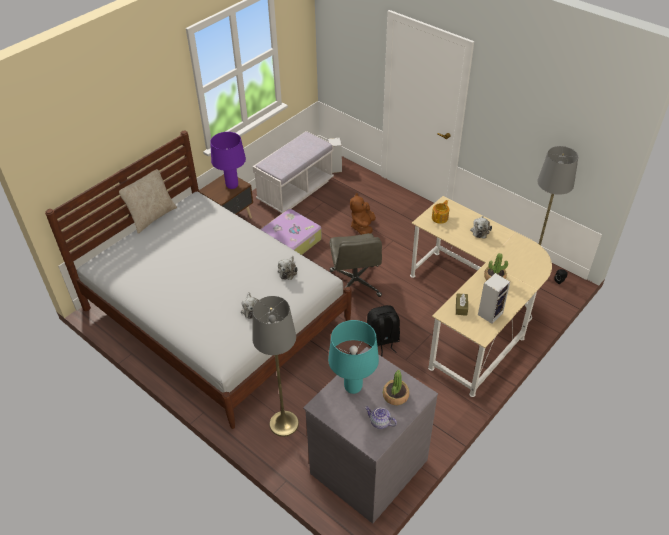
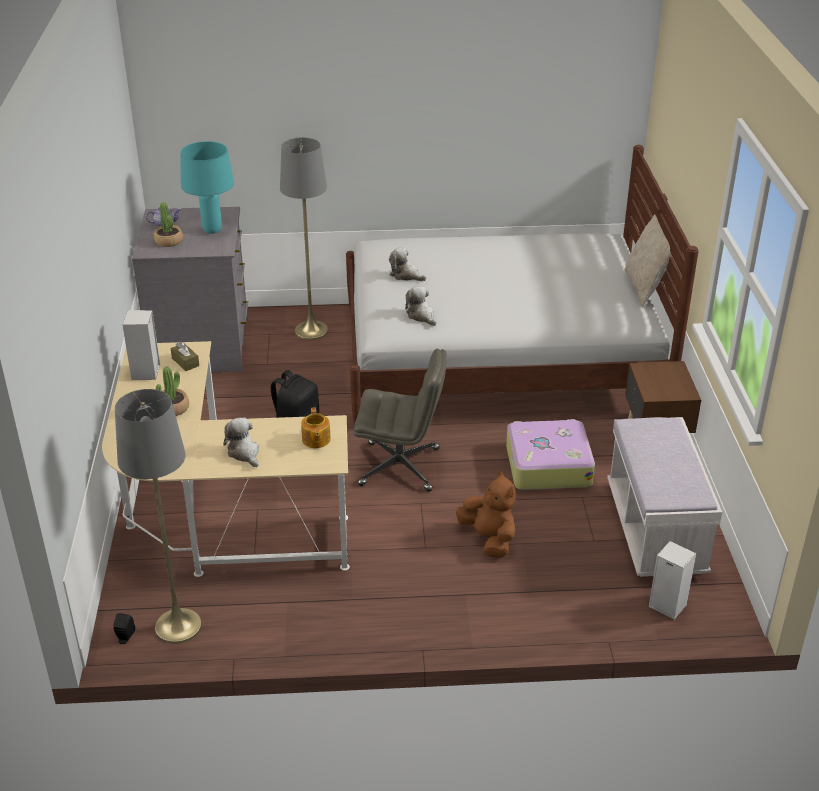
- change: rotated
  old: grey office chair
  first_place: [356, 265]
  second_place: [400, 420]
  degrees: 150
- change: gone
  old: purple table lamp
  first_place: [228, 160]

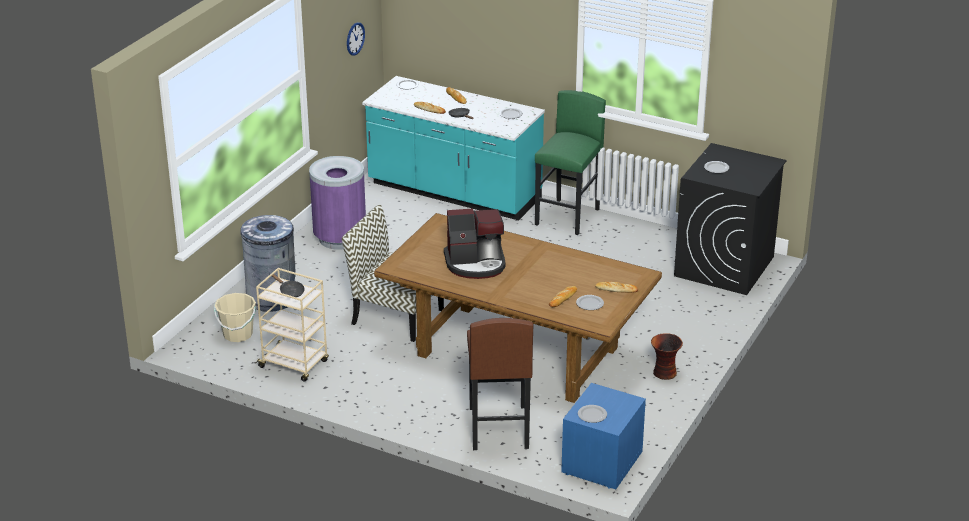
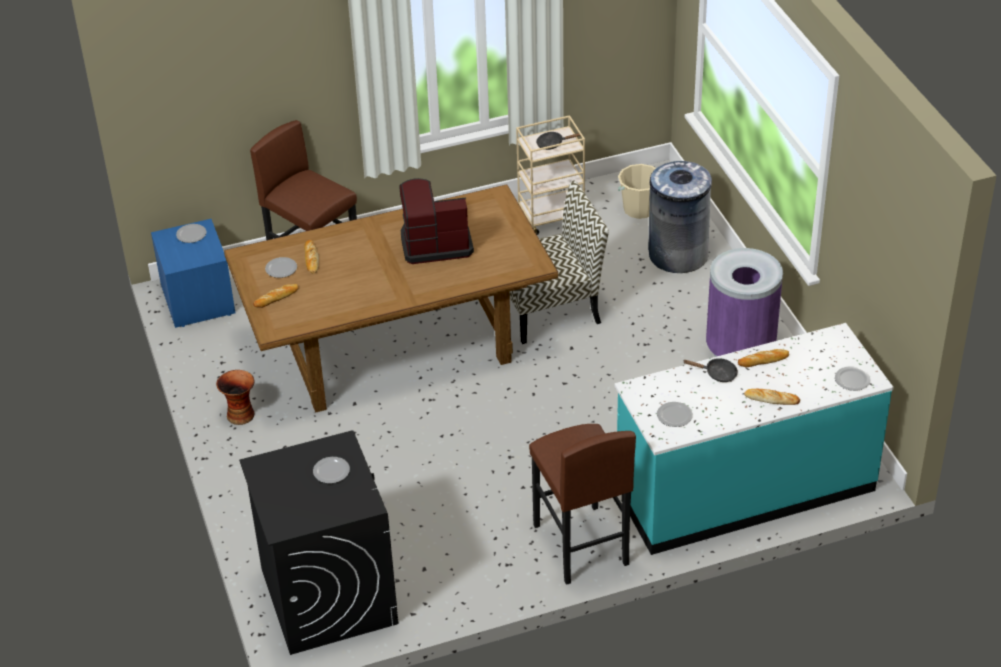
- change: rotated
  old: coffee machine
  first_place: [475, 243]
  second_place: [437, 221]
  degrees: 45
- change: repainted
  old: green stool
  new: brown stool
  first_place: [570, 162]
  second_place: [582, 504]
- change: gone
  old: wall clock
  first_place: [356, 39]

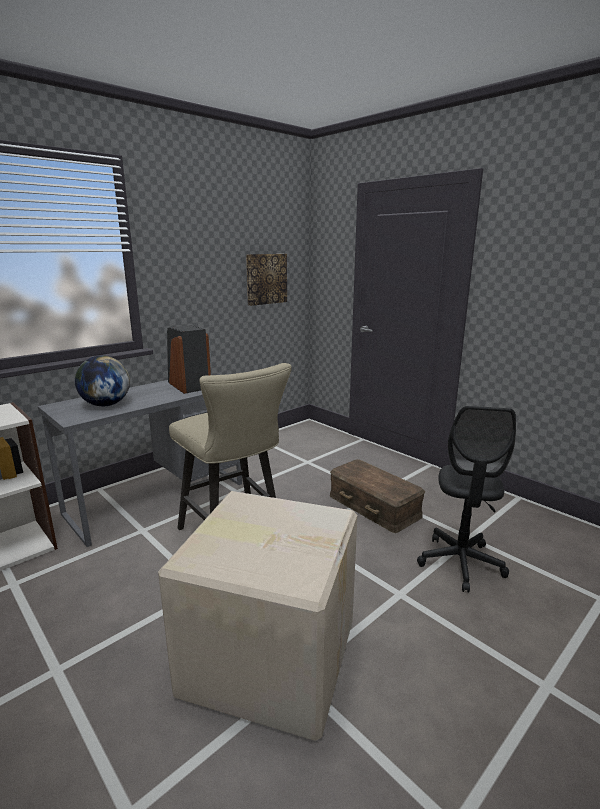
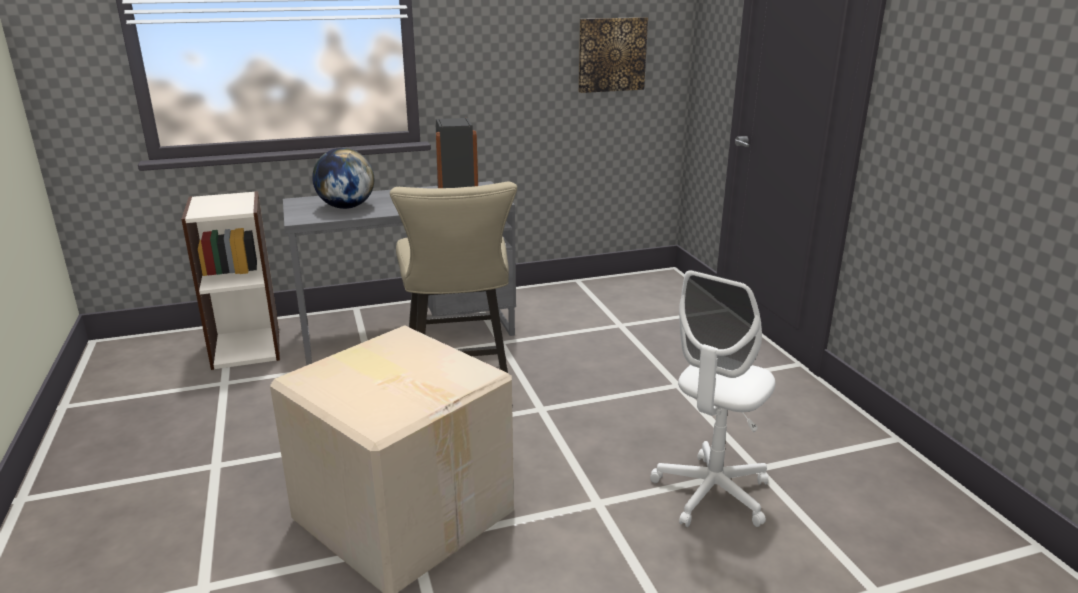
- change: repainted
  old: black office chair
  new: white office chair
  first_place: [466, 499]
  second_place: [712, 398]
- change: gone
  old: brown storage box
  first_place: [377, 496]

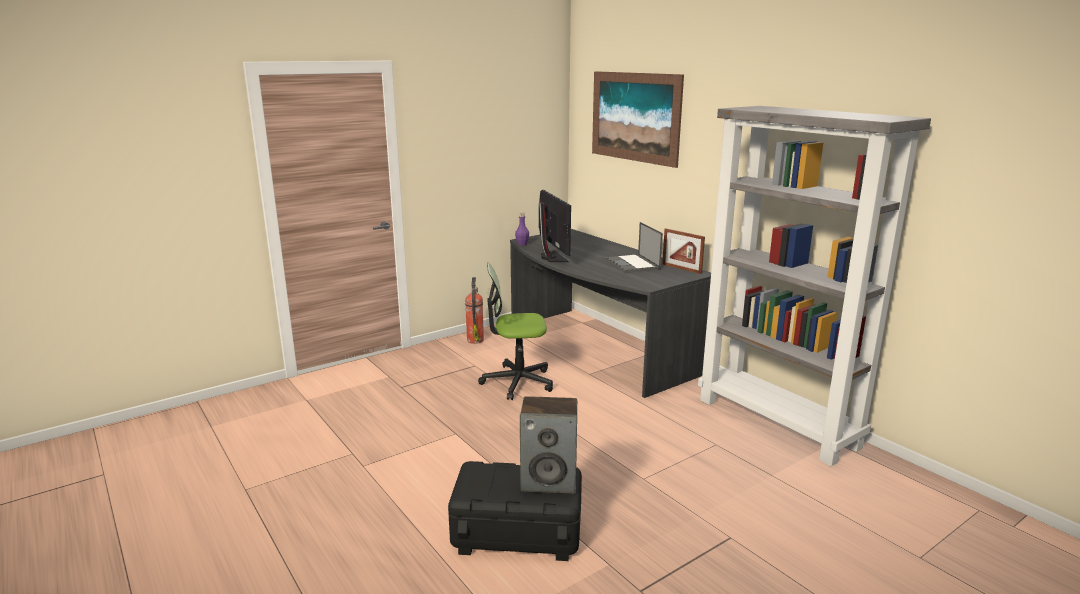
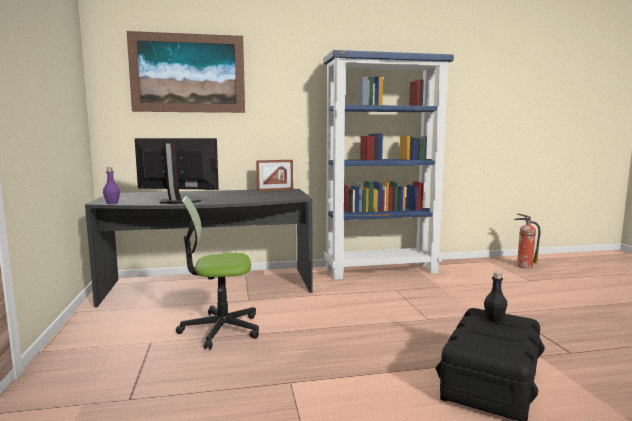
- change: rotated
  old: office chair
  first_place: [515, 331]
  second_place: [217, 273]
  degrees: 60
- change: repainted
  old: grey bookcase
  new: blue bookcase
  first_place: [814, 286]
  second_place: [388, 165]
- change: swapped
  old: speaker
  new: black bottle
  first_place: [548, 445]
  second_place: [495, 297]
- change: shifted
  old: fire extinguisher
  first_place: [474, 310]
  second_place: [527, 241]
- change: gone
  old: laptop
  first_place: [634, 247]

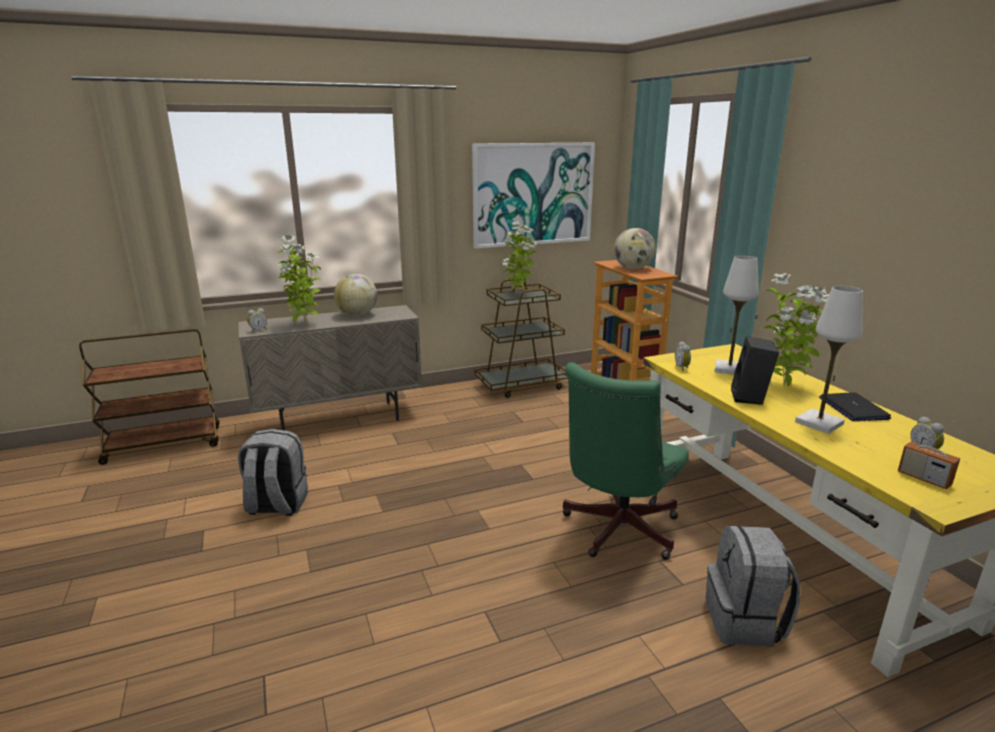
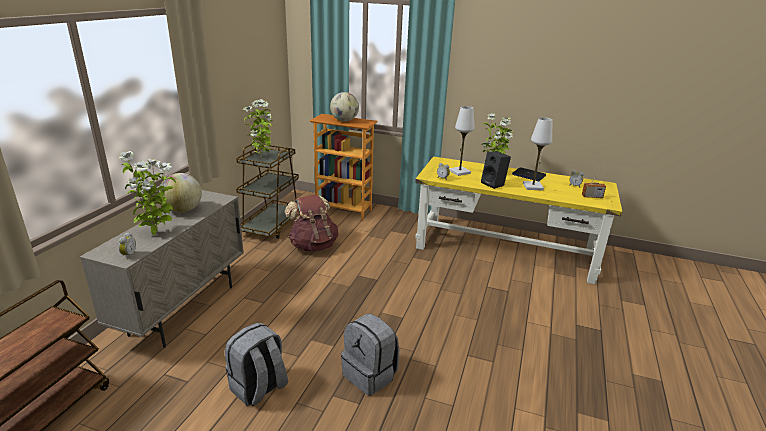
- change: new
  new: brown backpack
  second_place: [312, 223]
- change: shifted
  old: grey backpack
  first_place: [753, 586]
  second_place: [370, 355]
- change: gone
  old: picture
  first_place: [533, 195]
- change: gone
  old: green office chair
  first_place: [626, 461]

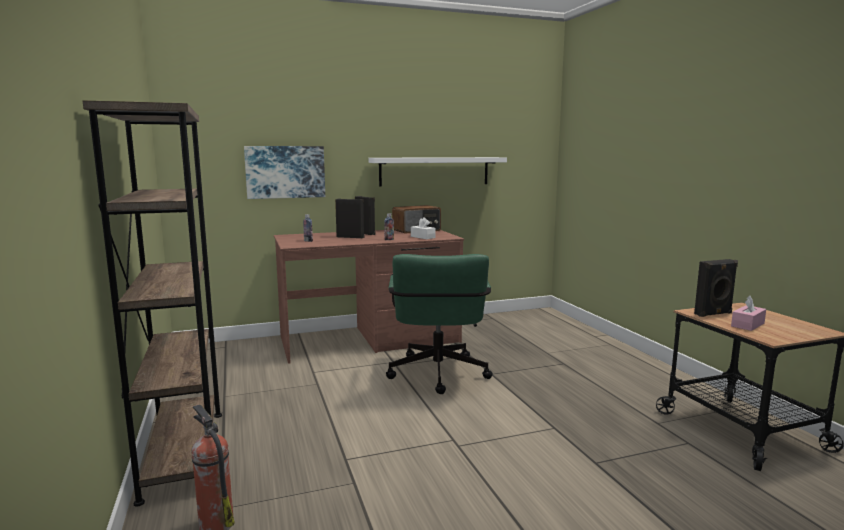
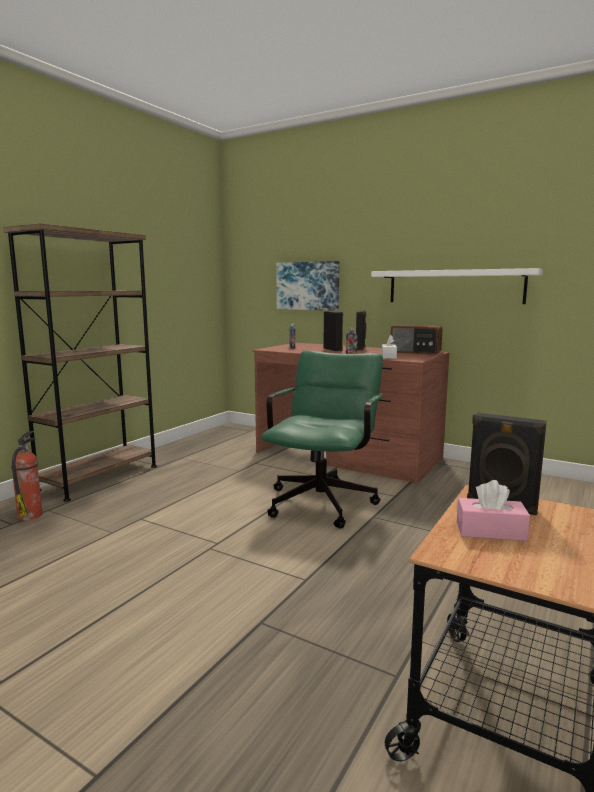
- change: rotated
  old: green office chair
  first_place: [439, 324]
  second_place: [322, 440]
  degrees: 150

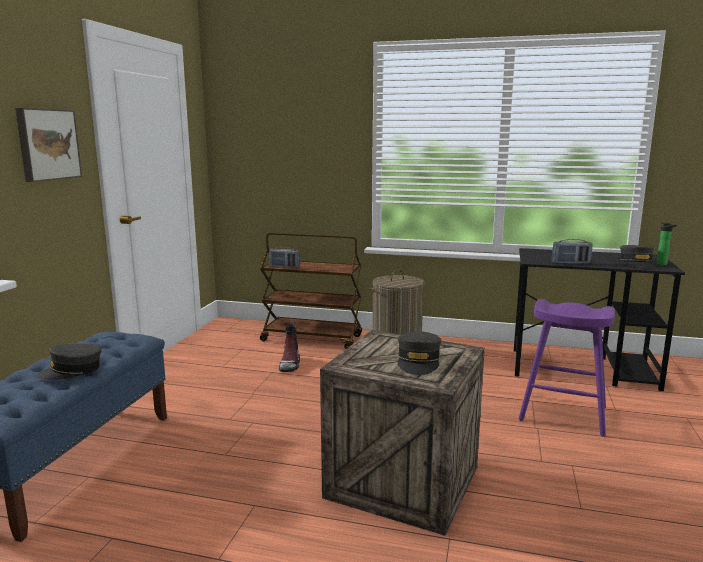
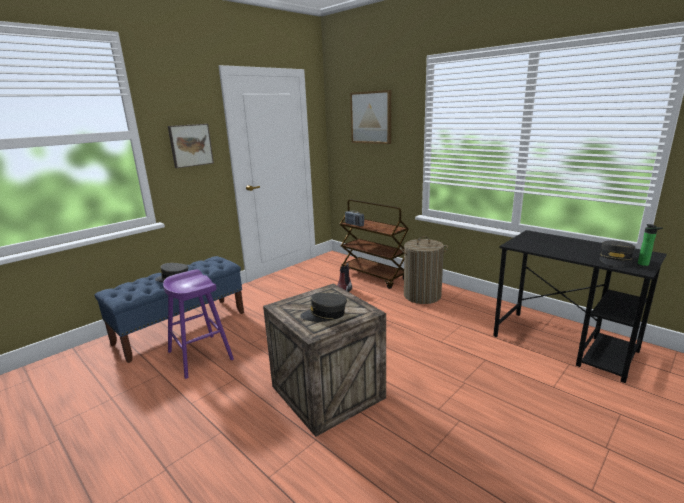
- change: shifted
  old: purple stool
  first_place: [566, 368]
  second_place: [198, 324]
- change: rotated
  old: grey cap
  first_place: [419, 353]
  second_place: [323, 307]
  degrees: 45
- change: new
  new: picture
  second_place: [370, 117]
- change: gone
  old: radio
  first_place: [572, 251]

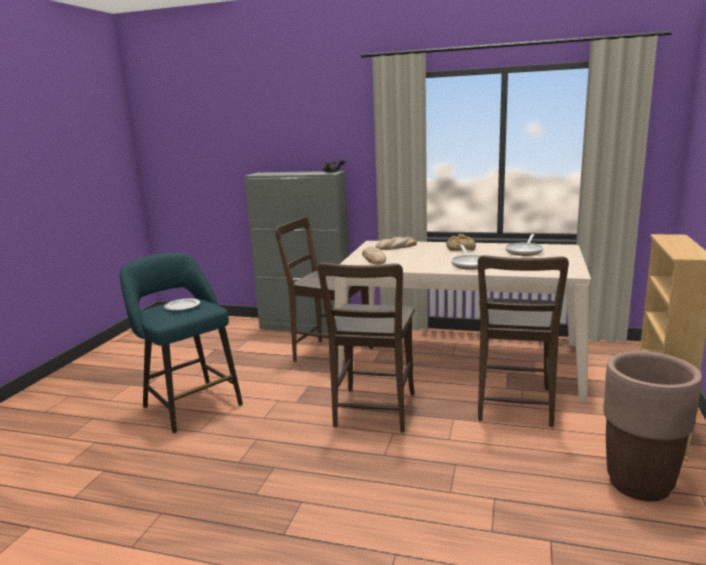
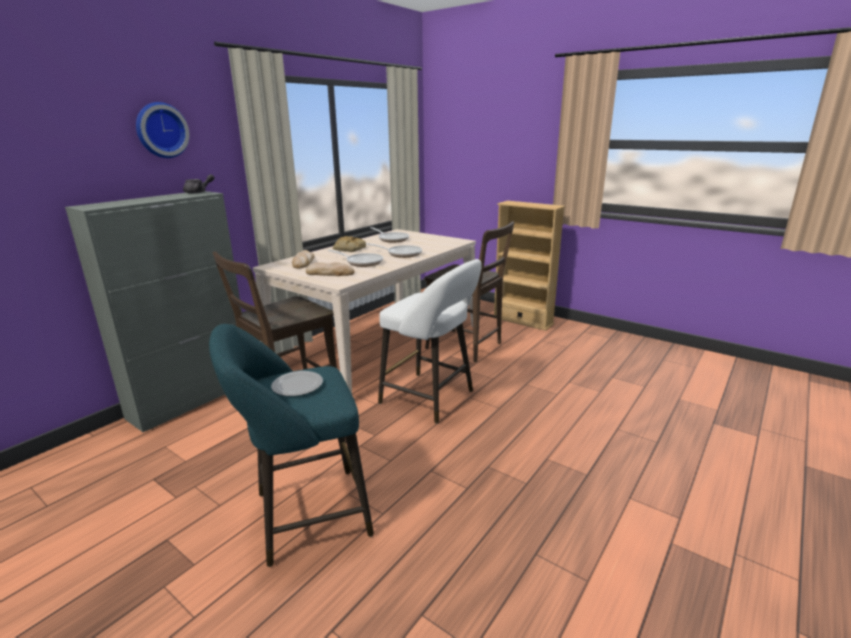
- change: new
  new: wall clock
  second_place: [162, 130]
- change: new
  new: frying pan
  second_place: [355, 258]
- change: swapped
  old: brown chair
  new: white stool
  first_place: [366, 348]
  second_place: [430, 341]
- change: gone
  old: brown planter
  first_place: [653, 426]

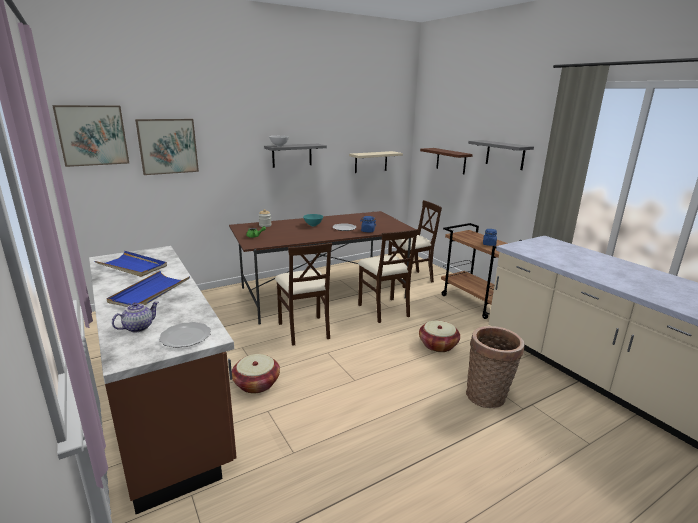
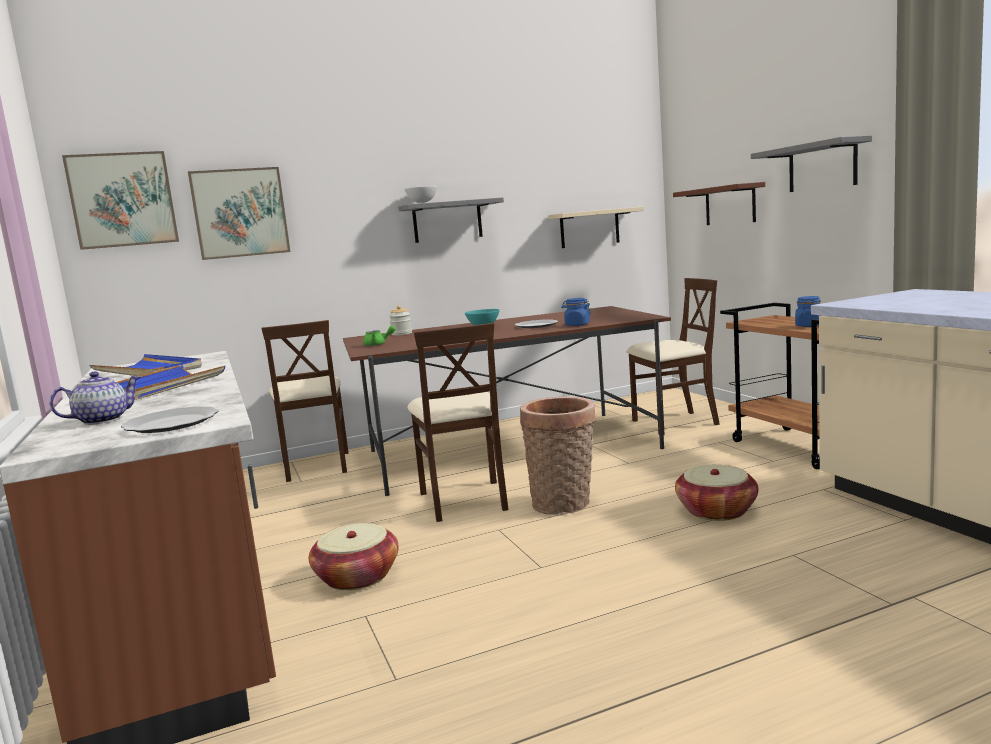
- change: shifted
  old: beige chair
  first_place: [388, 276]
  second_place: [305, 401]
- change: shifted
  old: basket
  first_place: [495, 367]
  second_place: [558, 455]

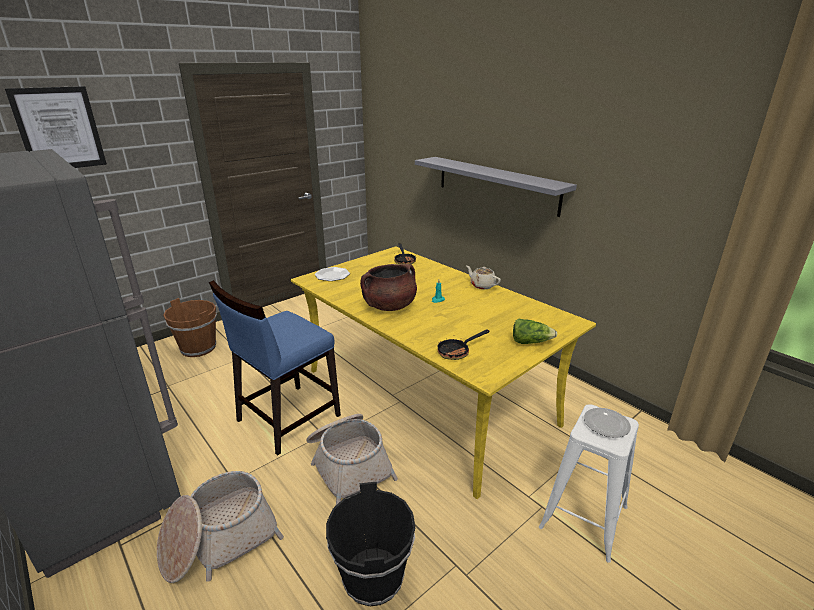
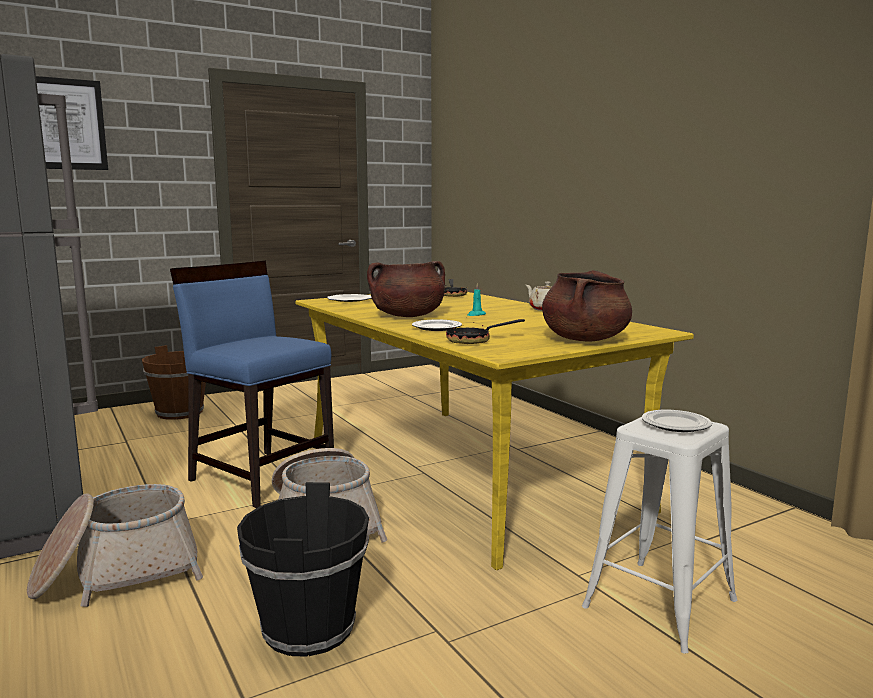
- change: rotated
  old: blue chair
  first_place: [275, 367]
  second_place: [252, 384]
  degrees: 75
- change: new
  new: plate
  second_place: [437, 325]
- change: swapped
  old: lettuce
  new: brown cooking pot
  first_place: [535, 331]
  second_place: [587, 305]
- change: gone
  old: grey shelf
  first_place: [496, 187]

